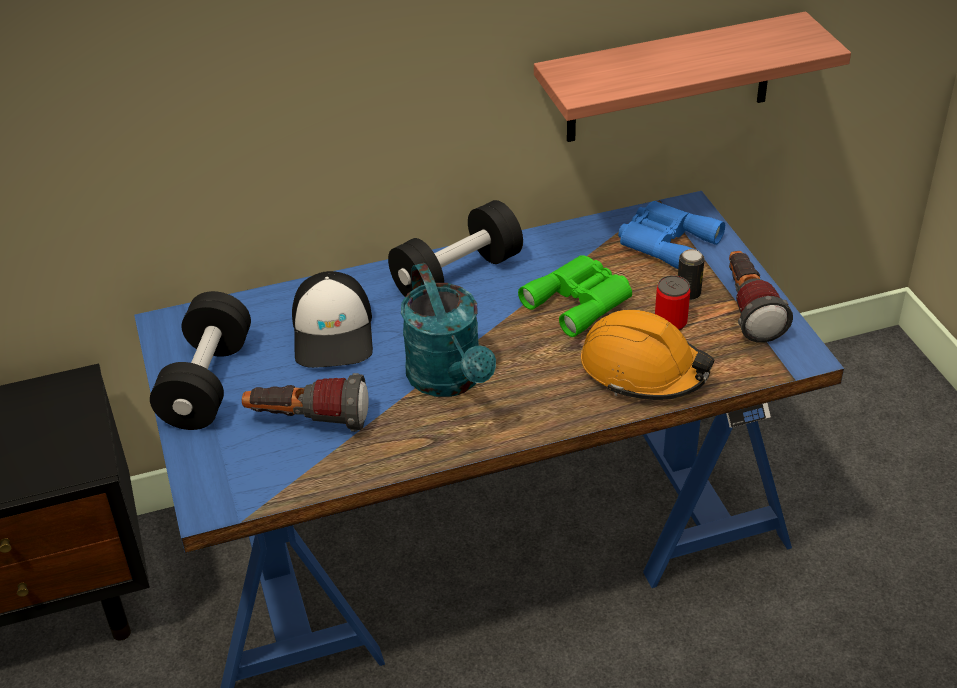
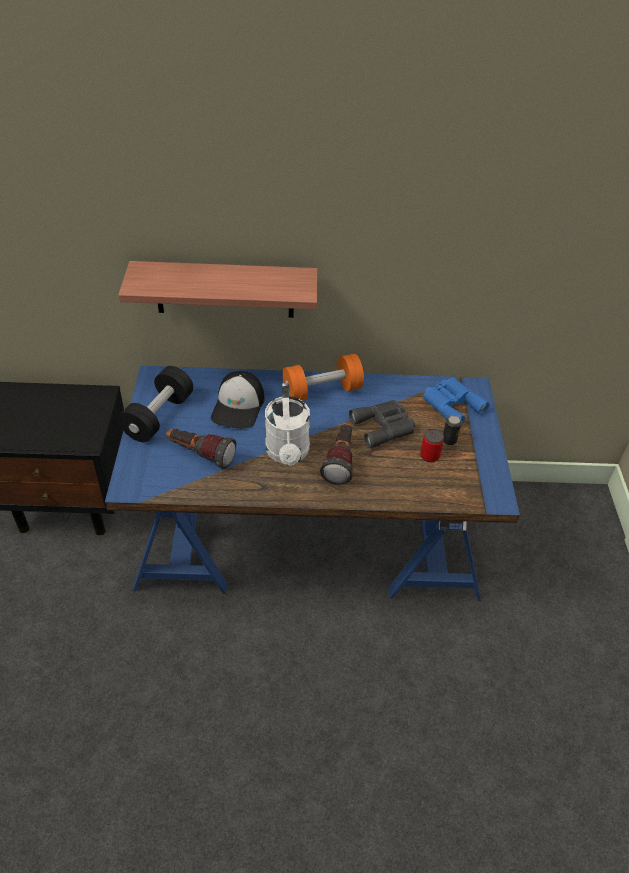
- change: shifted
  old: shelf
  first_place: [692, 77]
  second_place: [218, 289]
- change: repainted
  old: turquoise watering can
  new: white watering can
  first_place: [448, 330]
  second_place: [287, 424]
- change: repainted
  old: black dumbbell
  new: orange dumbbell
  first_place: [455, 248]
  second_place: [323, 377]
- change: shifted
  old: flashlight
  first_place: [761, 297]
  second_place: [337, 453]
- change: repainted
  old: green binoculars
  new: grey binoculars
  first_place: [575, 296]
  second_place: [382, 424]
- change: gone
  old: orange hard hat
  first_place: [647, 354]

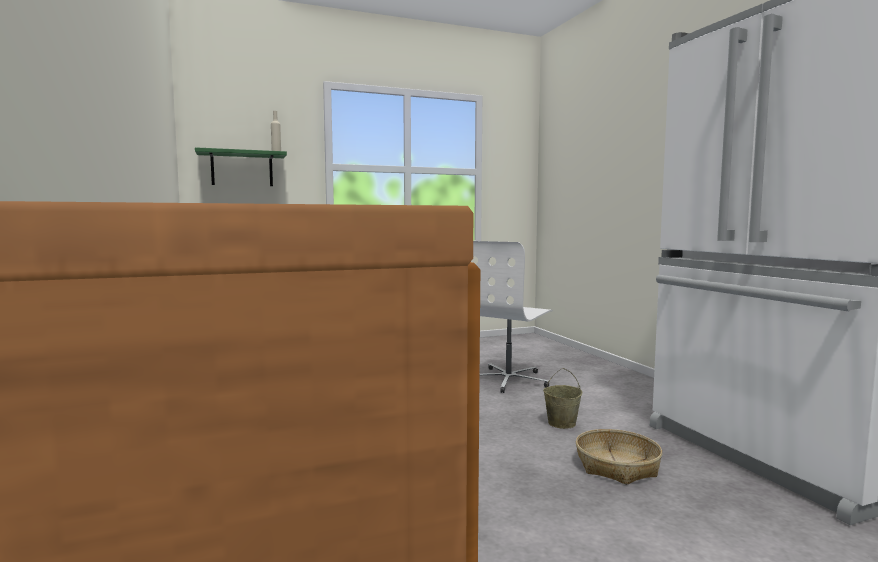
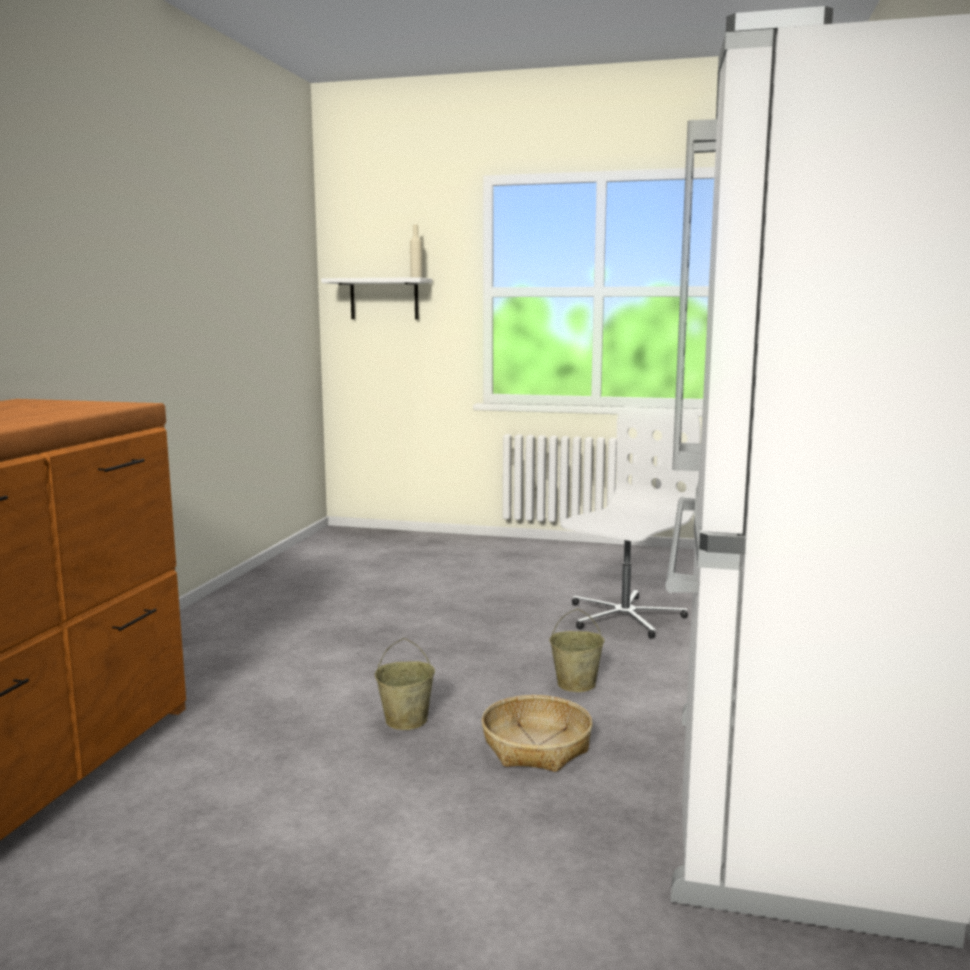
- change: repainted
  old: green shelf
  new: white shelf
  first_place: [241, 166]
  second_place: [376, 298]
- change: new
  new: beige bucket
  second_place: [405, 684]
- change: rotated
  old: white office chair
  first_place: [512, 317]
  second_place: [631, 522]
  degrees: 150

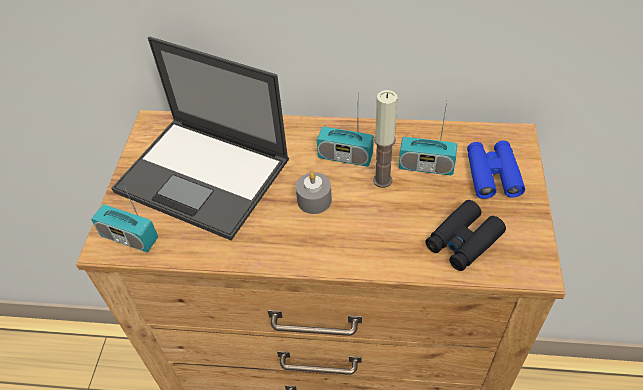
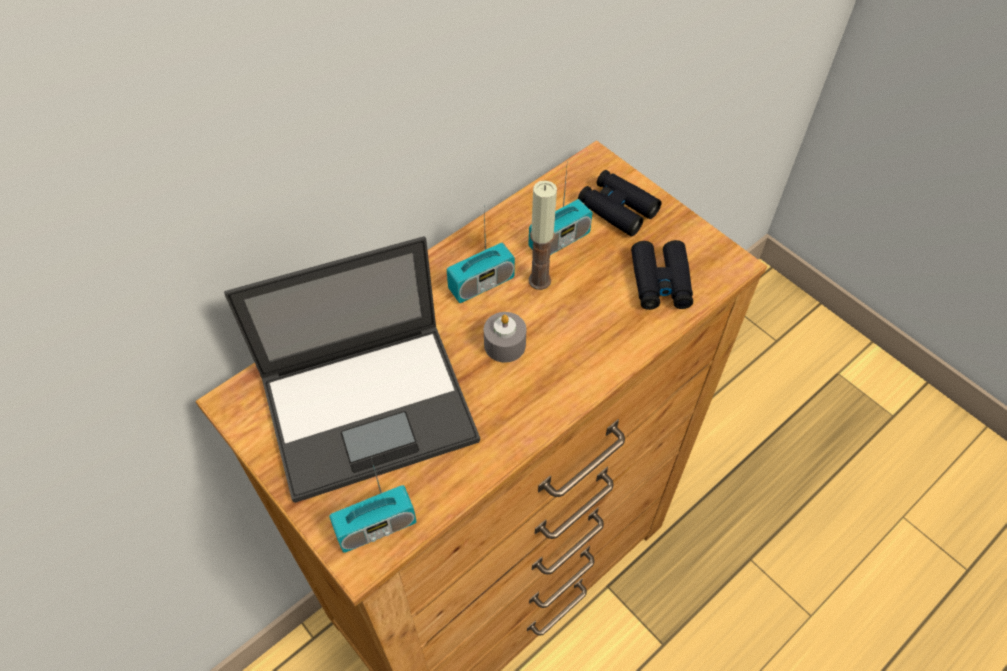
- change: repainted
  old: blue binoculars
  new: black binoculars
  first_place: [496, 170]
  second_place: [620, 203]

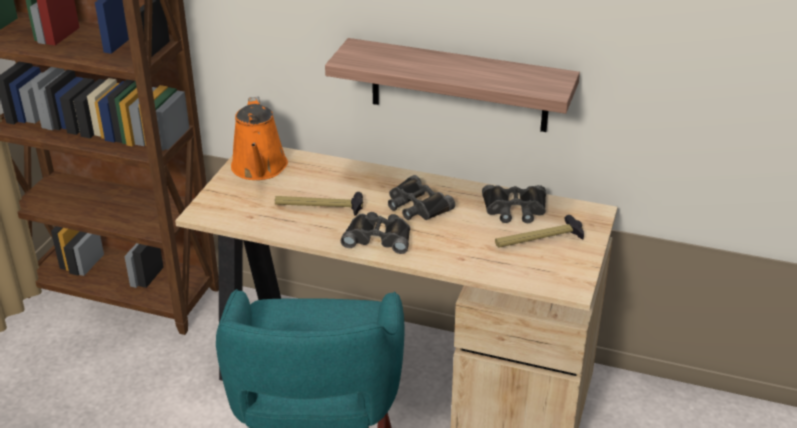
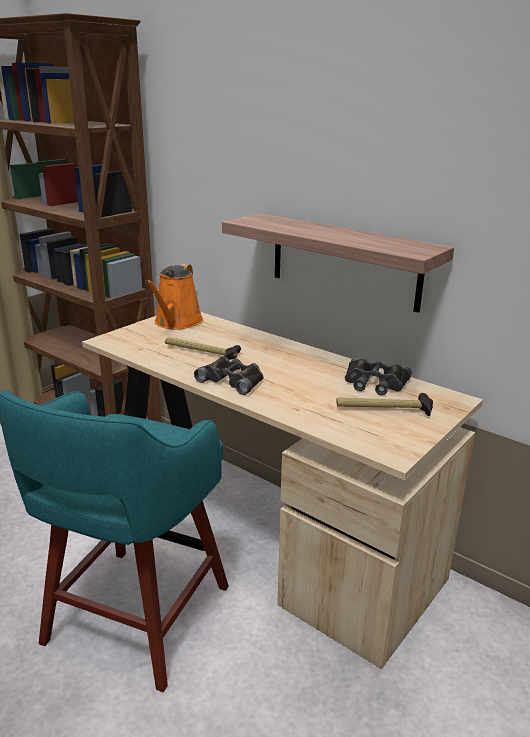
- change: gone
  old: black binoculars
  first_place: [421, 197]

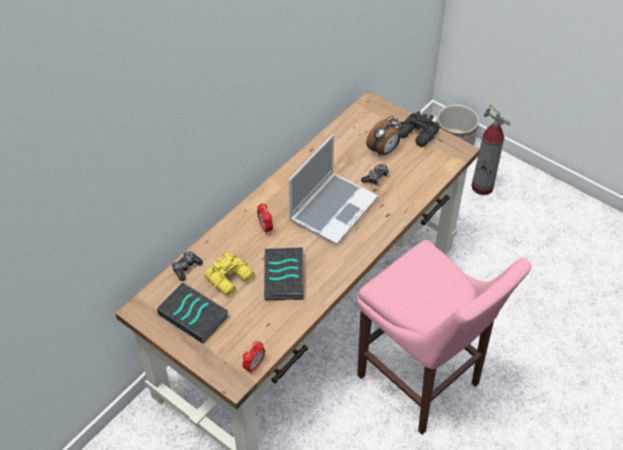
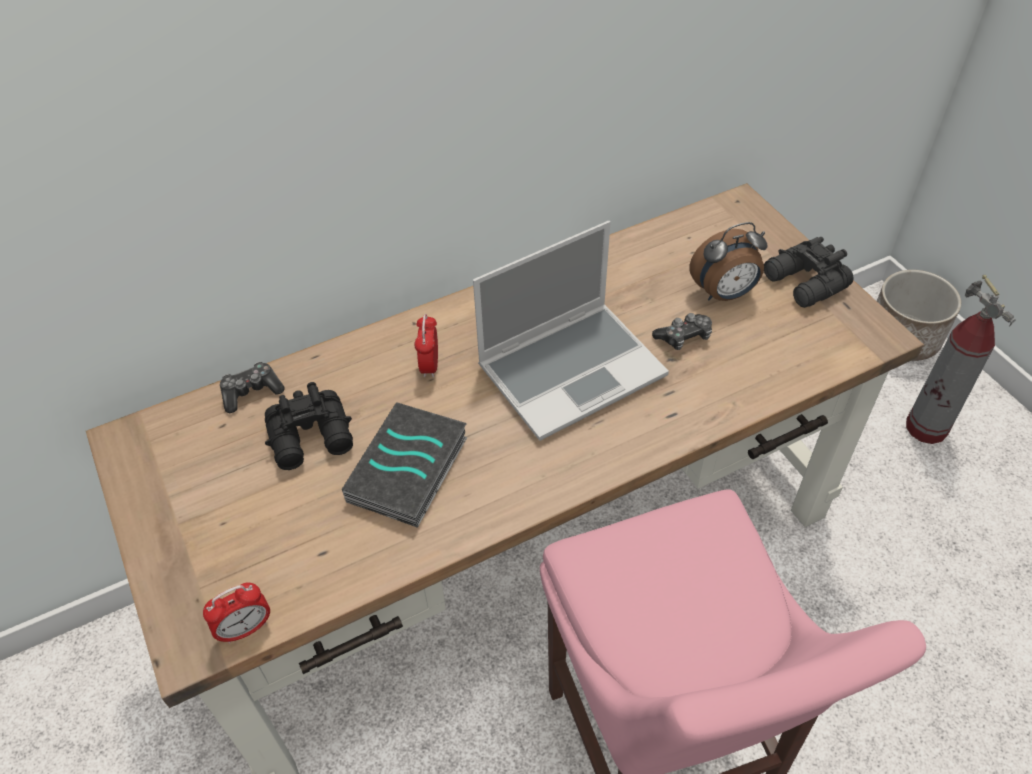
- change: repainted
  old: yellow binoculars
  new: black binoculars
  first_place: [229, 273]
  second_place: [309, 426]
- change: gone
  old: book
  first_place: [192, 313]

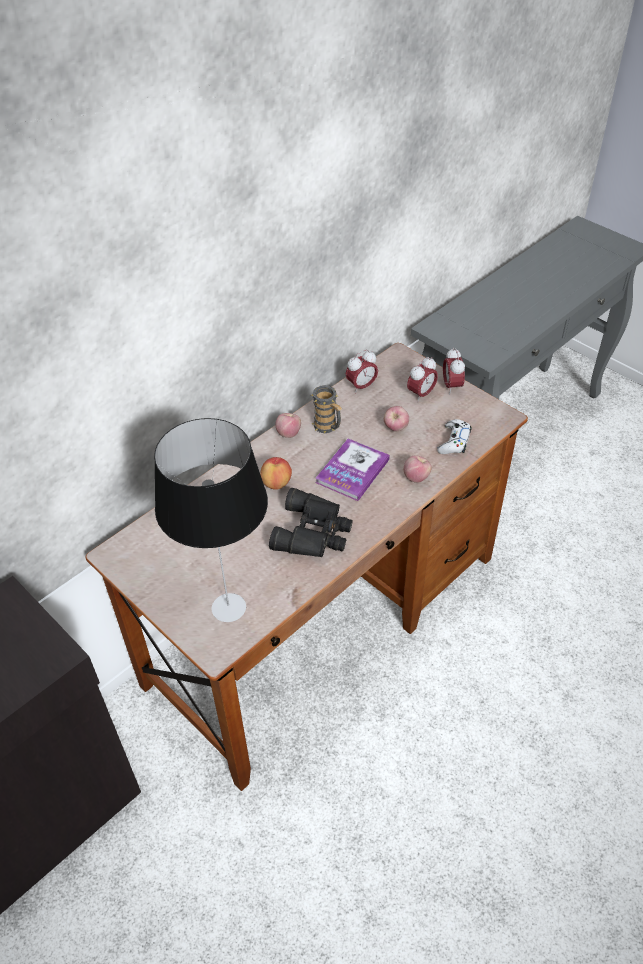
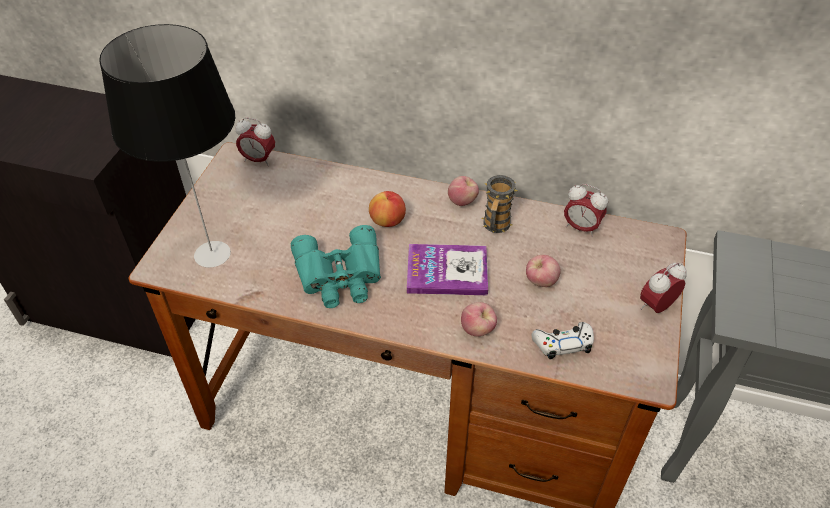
- change: shifted
  old: alarm clock
  first_place: [422, 379]
  second_place: [255, 141]
- change: repainted
  old: black binoculars
  new: turquoise binoculars
  first_place: [311, 522]
  second_place: [336, 266]

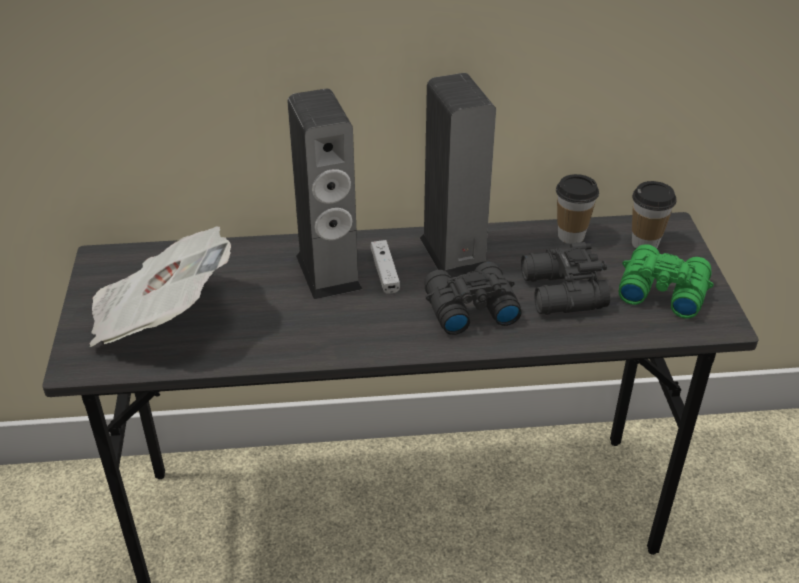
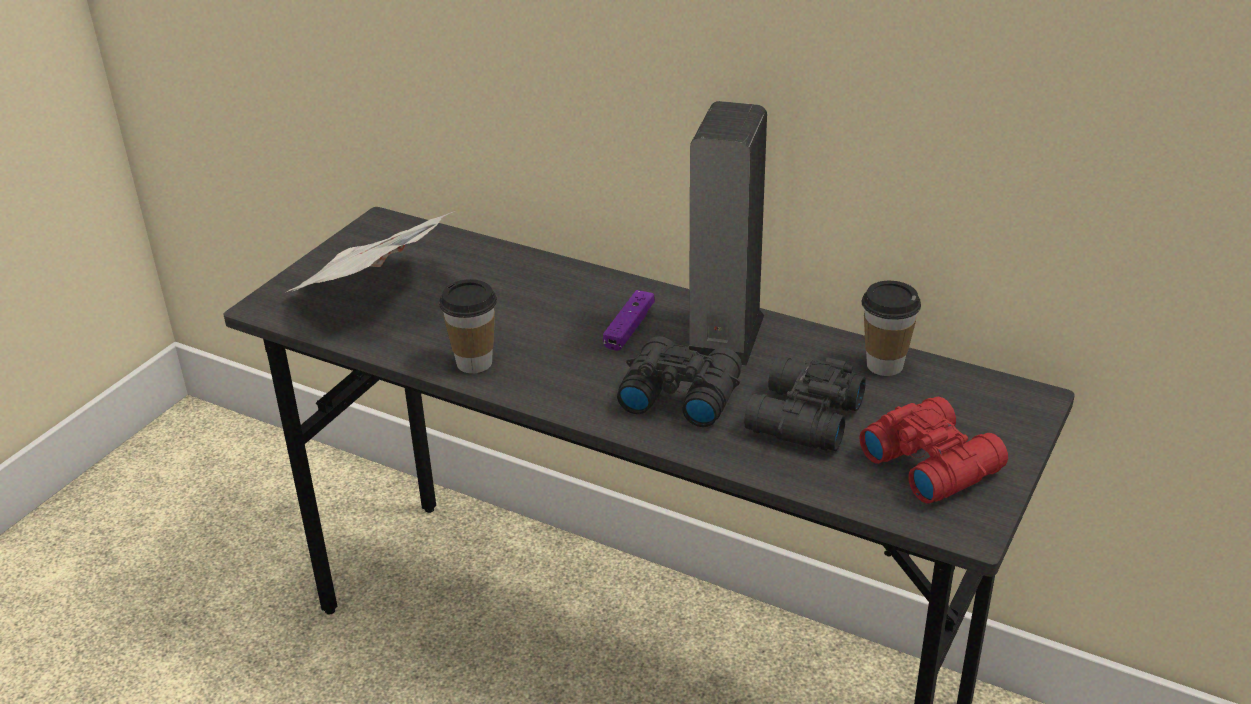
- change: shifted
  old: cup
  first_place: [654, 215]
  second_place: [468, 326]
- change: repainted
  old: white game controller
  new: purple game controller
  first_place: [385, 267]
  second_place: [629, 320]
- change: repainted
  old: green binoculars
  new: red binoculars
  first_place: [666, 281]
  second_place: [933, 450]
- change: gone
  old: speaker
  first_place: [325, 194]

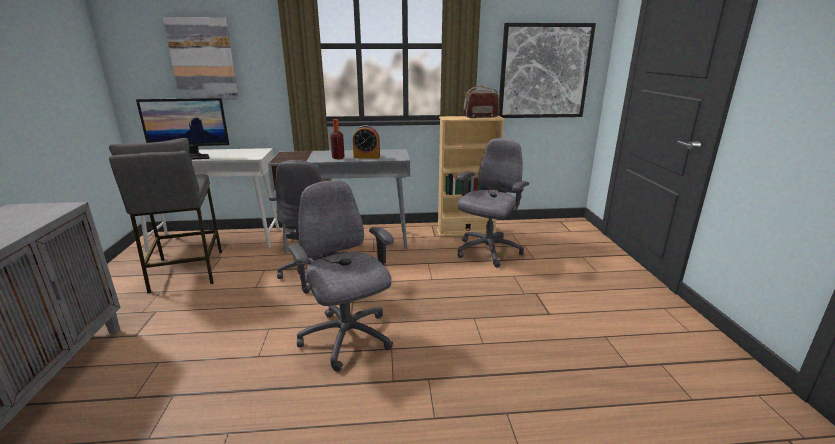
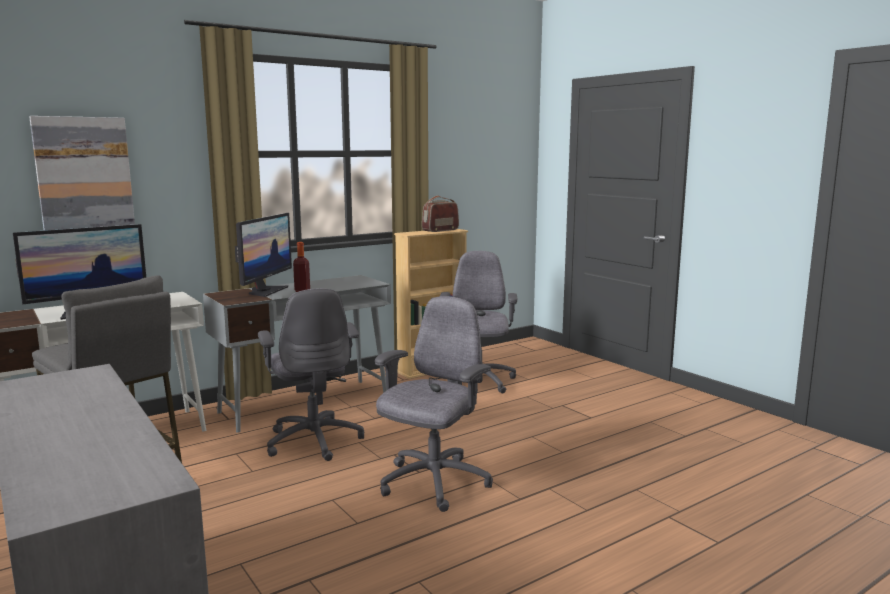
- change: new
  new: monitor
  second_place: [263, 255]
- change: rotated
  old: grey office chair
  first_place: [340, 276]
  second_place: [434, 404]
  degrees: 90
- change: gone
  old: alarm clock
  first_place: [366, 142]
- change: gone
  old: picture
  first_place: [547, 70]

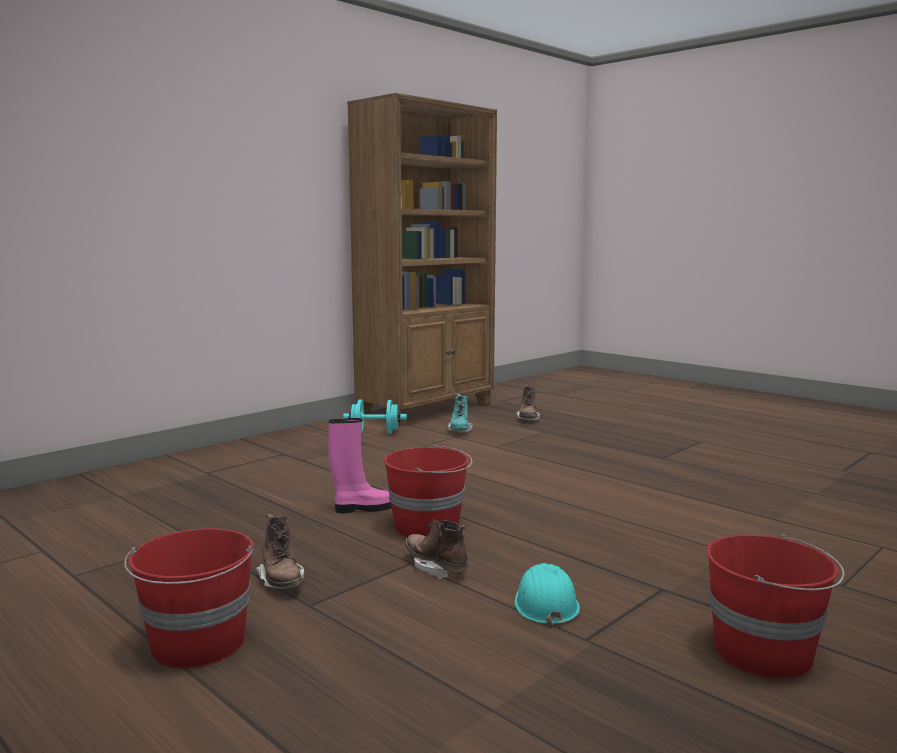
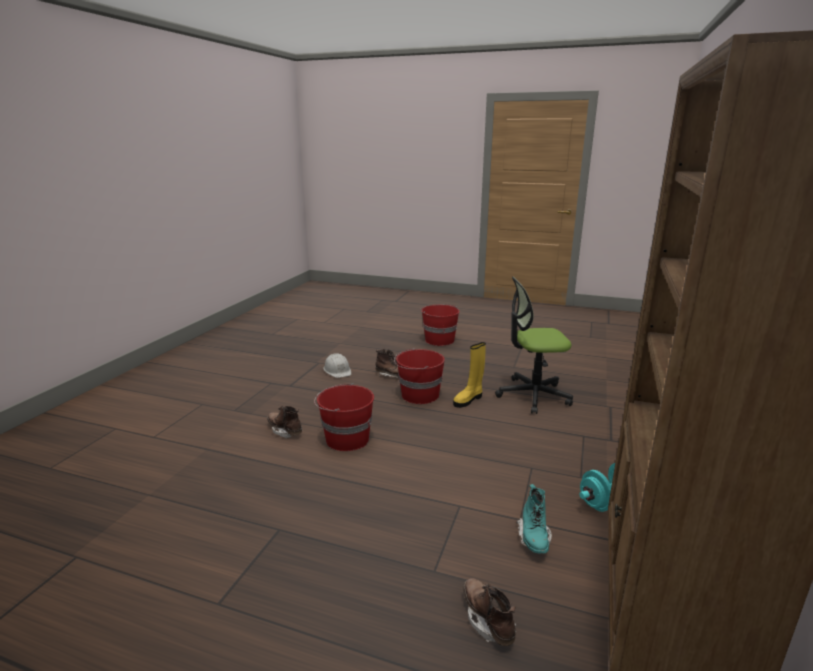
- change: shifted
  old: brown boot
  first_place: [280, 551]
  second_place: [285, 422]
- change: shifted
  old: red bucket
  first_place: [776, 606]
  second_place: [344, 417]
- change: repainted
  old: turquoise hard hat
  new: white hard hat
  first_place: [547, 595]
  second_place: [337, 365]
- change: repainted
  old: pink boot
  new: yellow boot
  first_place: [360, 465]
  second_place: [469, 375]
- change: new
  new: office chair
  second_place: [534, 345]
- change: rotated
  old: turquoise boot
  first_place: [460, 413]
  second_place: [534, 518]
  degrees: -150

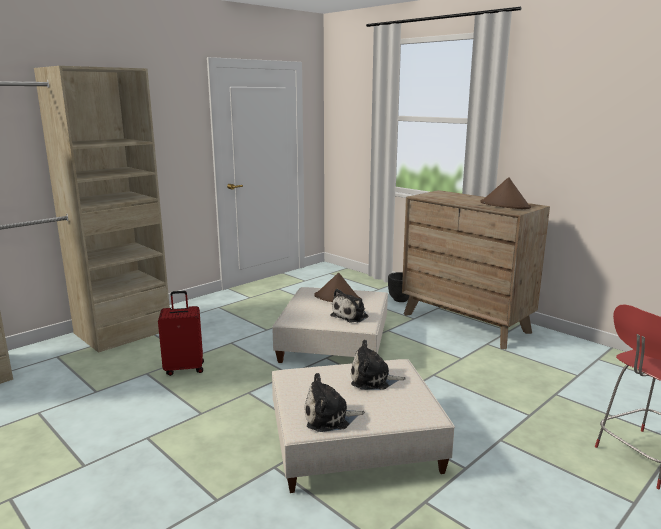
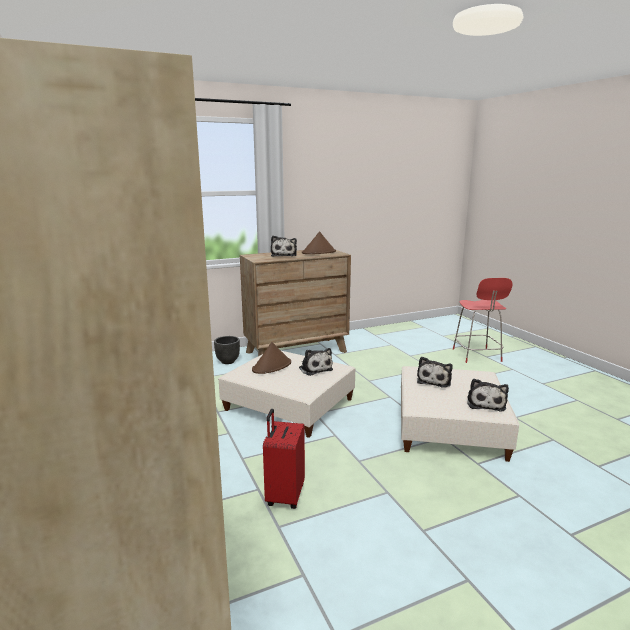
- change: new
  new: plush toy
  second_place: [284, 246]

